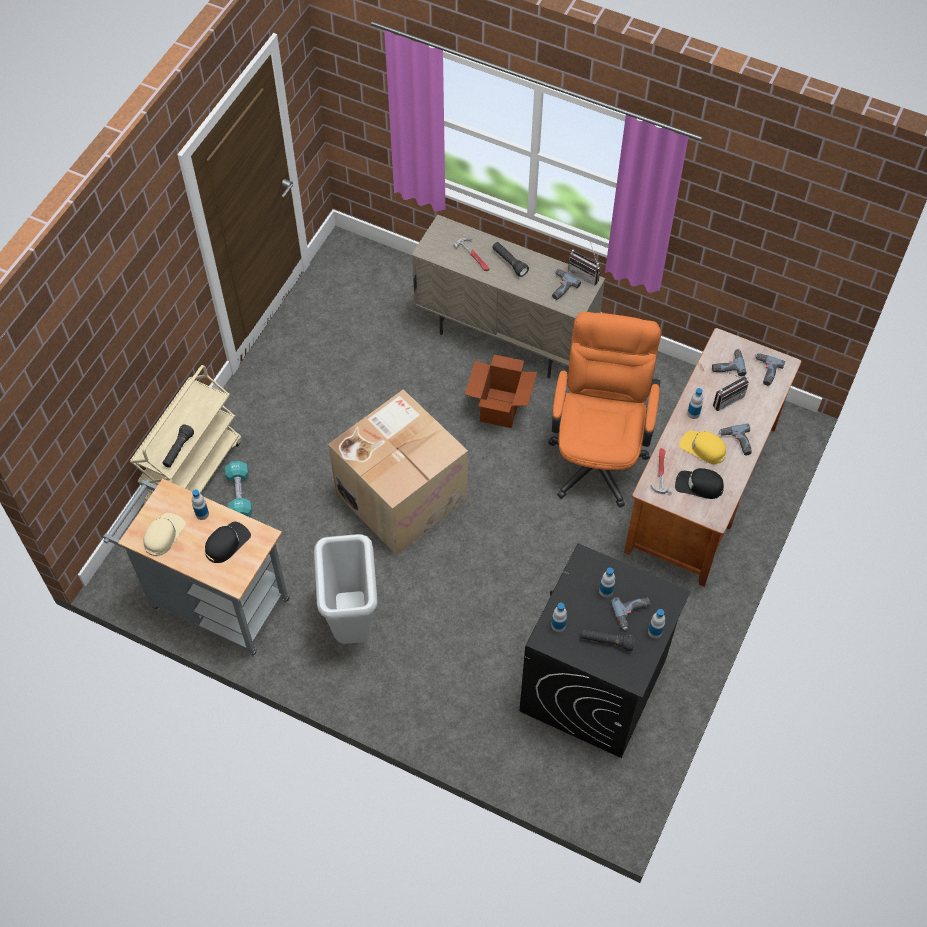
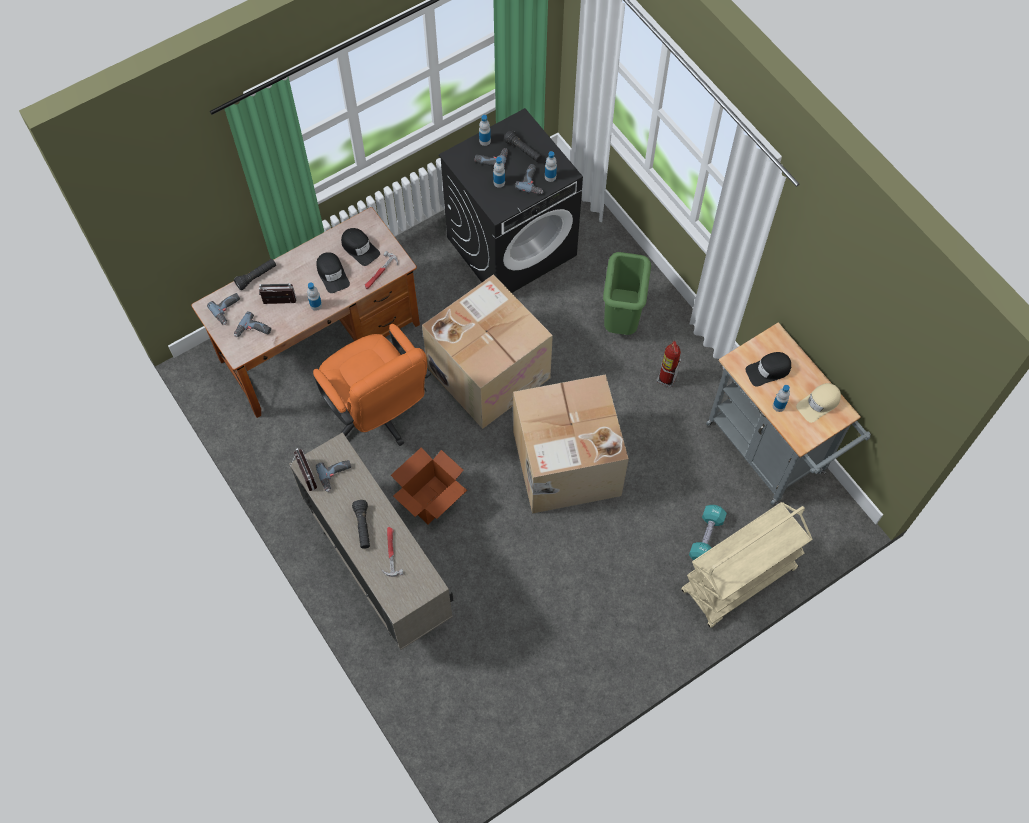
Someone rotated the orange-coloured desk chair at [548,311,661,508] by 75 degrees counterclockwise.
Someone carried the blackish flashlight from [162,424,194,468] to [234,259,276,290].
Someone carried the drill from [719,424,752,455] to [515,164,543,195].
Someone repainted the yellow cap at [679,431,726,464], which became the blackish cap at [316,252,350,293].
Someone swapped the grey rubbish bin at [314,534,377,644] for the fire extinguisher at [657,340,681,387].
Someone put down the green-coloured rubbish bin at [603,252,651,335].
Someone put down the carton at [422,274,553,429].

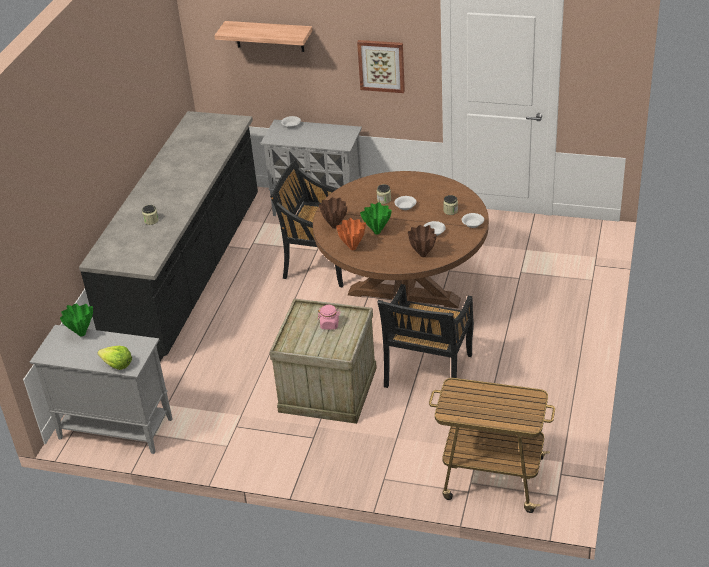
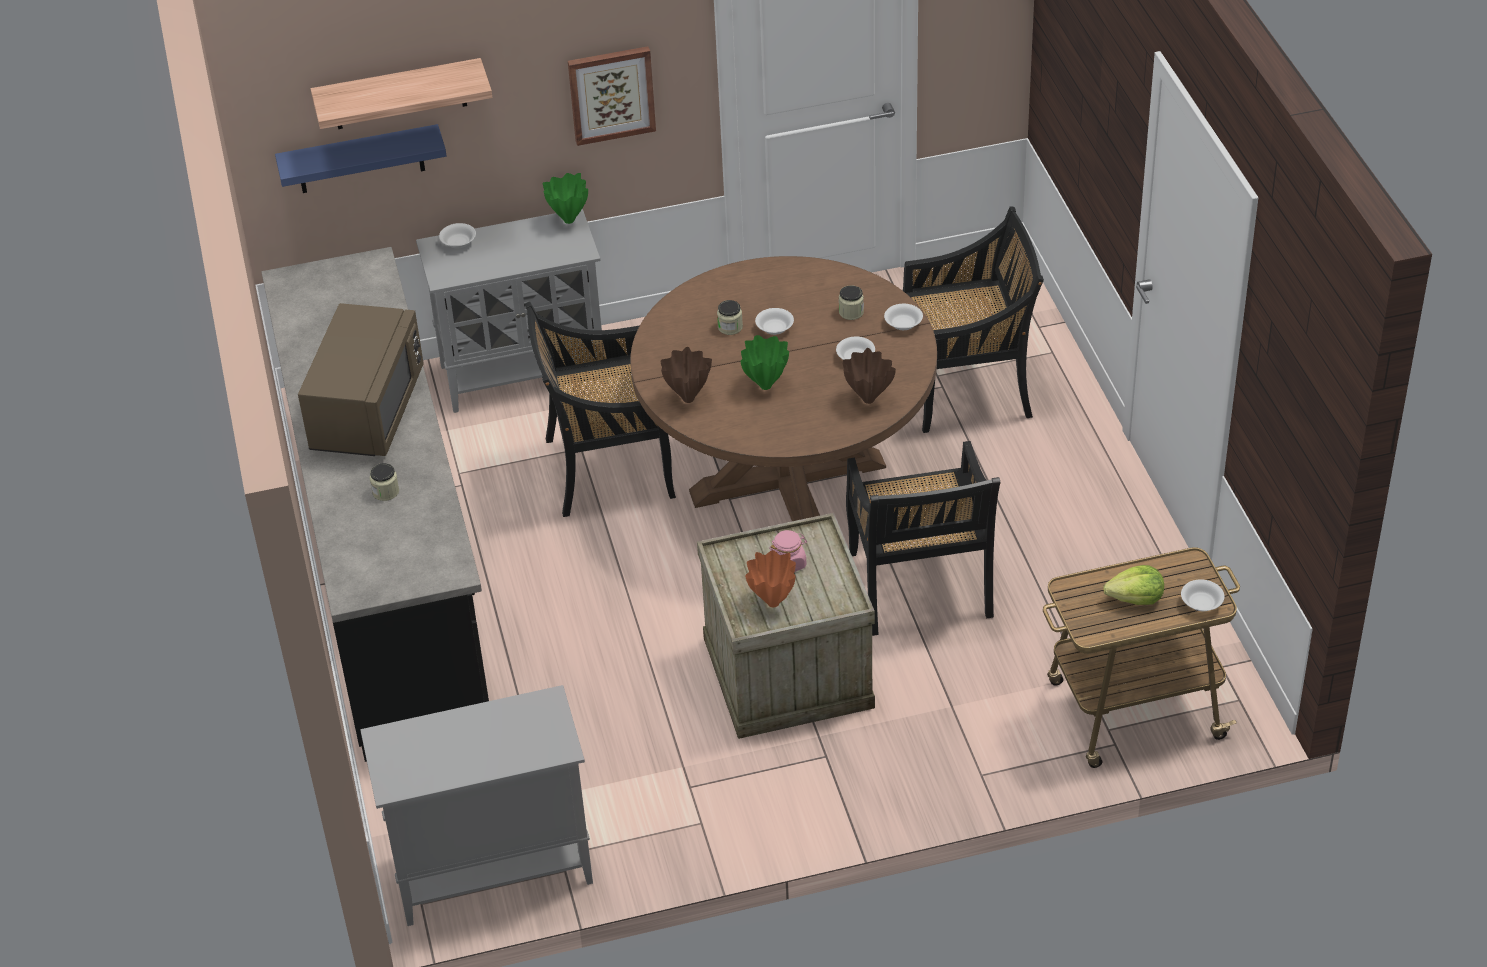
Someone carried the orange-coloured flower vase from [336,218,366,250] to [745,550,796,607].
Someone carried the green-coloured flower vase from [60,303,93,336] to [542,173,588,224].
Someone carried the lettuce head from [97,346,132,370] to [1103,565,1164,605].
Someone put up the bluish bracket shelf at [275,124,447,193].
Someone put down the blackish plain chair at [903,206,1044,433].
Someone put down the brown-coloured microwave oven at [298,303,424,456].
Someone put down the white-coloured deep dish at [1181,579,1224,611].

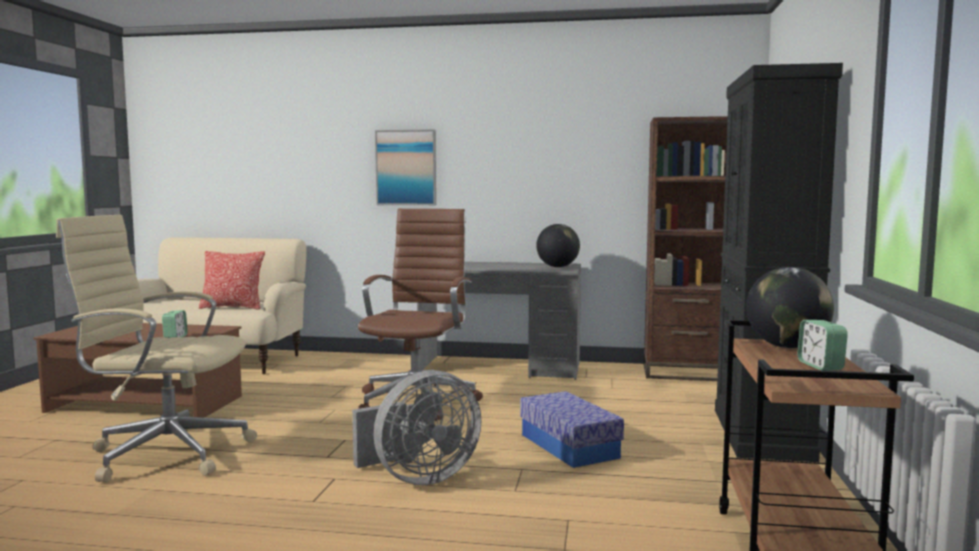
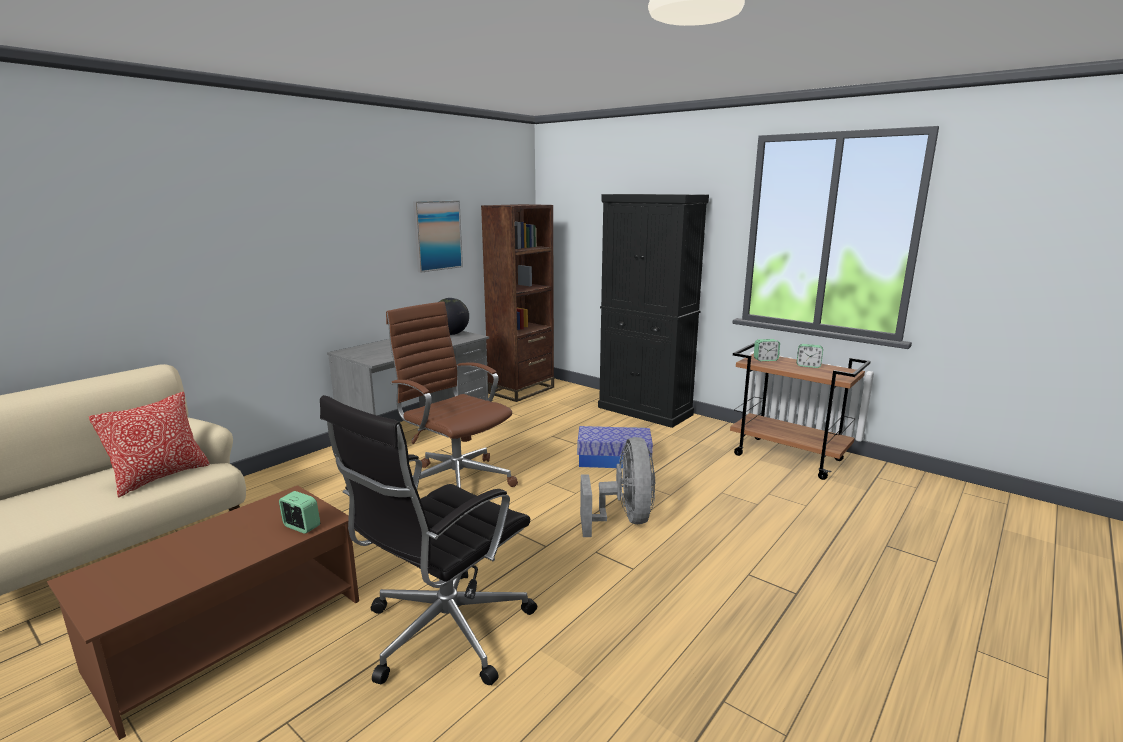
Someone carried the picture from [375,129,436,205] to [413,201,463,273].
Someone repainted the beige desk chair at [56,215,257,482], which became the blackish desk chair at [320,395,537,685].
Someone swapped the globe at [746,267,834,348] for the alarm clock at [754,339,780,361].

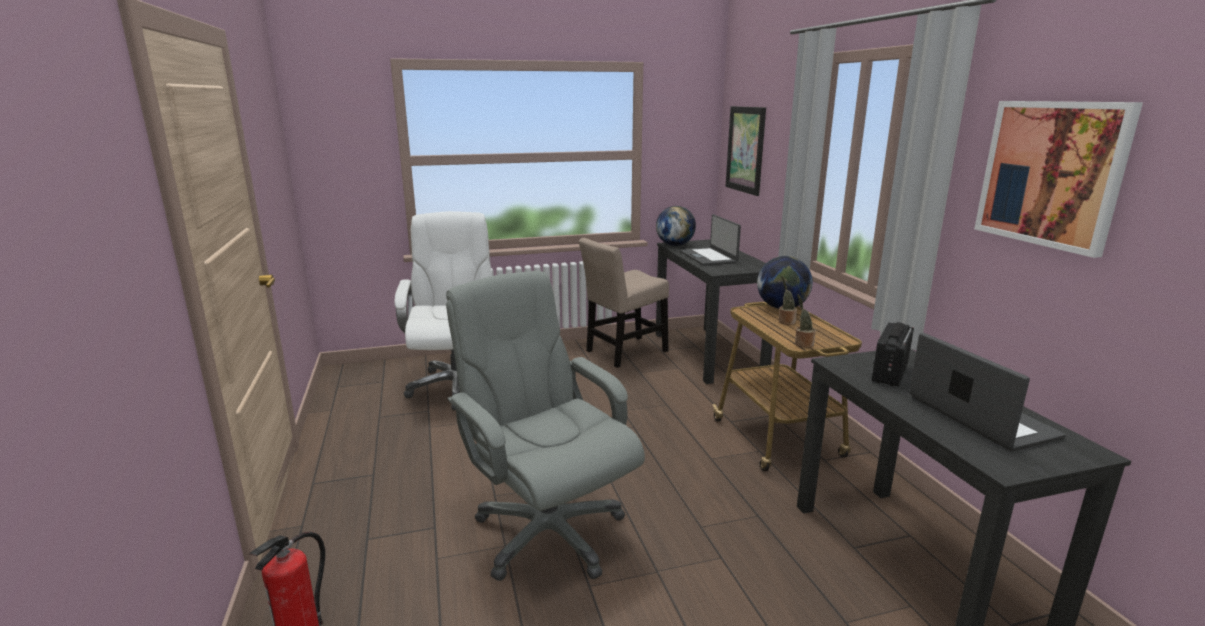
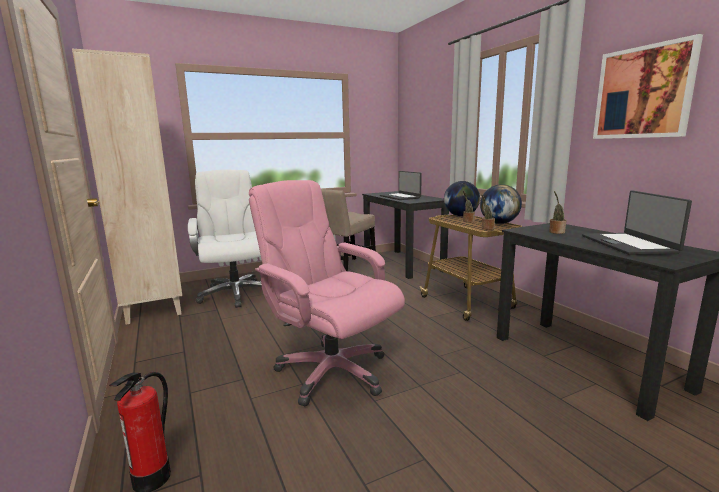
Someone took away the picture at [726,106,766,196].
Someone carried the globe from [656,206,696,246] to [480,184,522,224].
Someone repainted the grey desk chair at [446,271,645,581], which became the pinkish desk chair at [249,180,405,406].
Someone swapped the radio receiver at [871,322,914,386] for the potted plant at [549,191,566,234].
Someone rotated the laptop at [909,333,1066,451] by 150 degrees counterclockwise.
Someone put down the beige bookcase at [72,49,182,325].

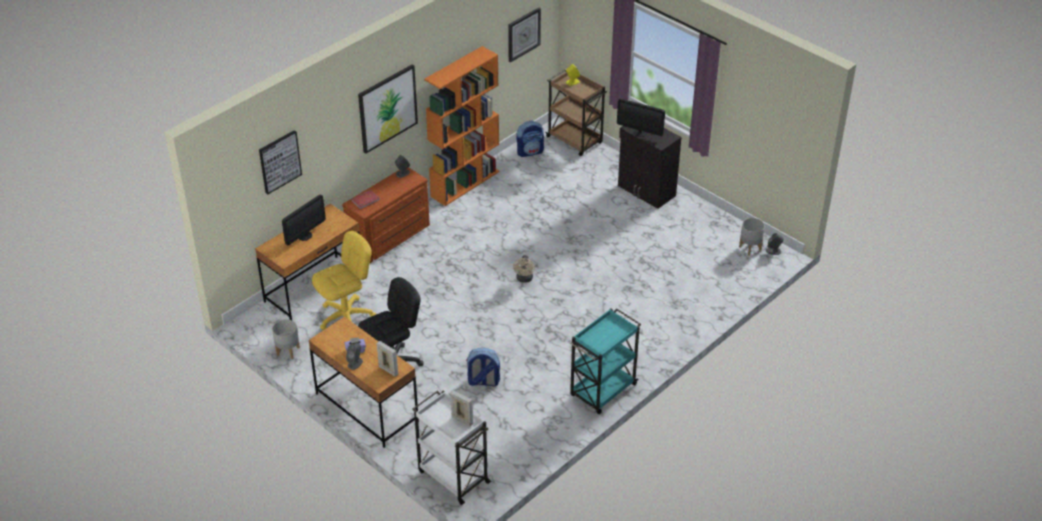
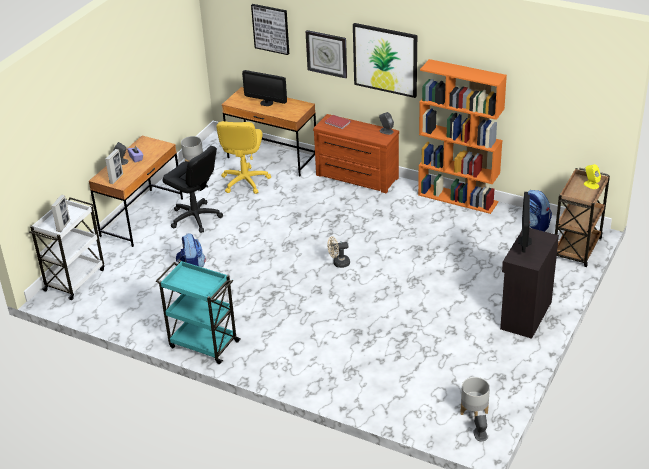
Someone carried the wall clock from [508,8,541,63] to [306,30,347,79].
Someone rotated the yellow desk chair at [312,231,376,330] by 60 degrees clockwise.

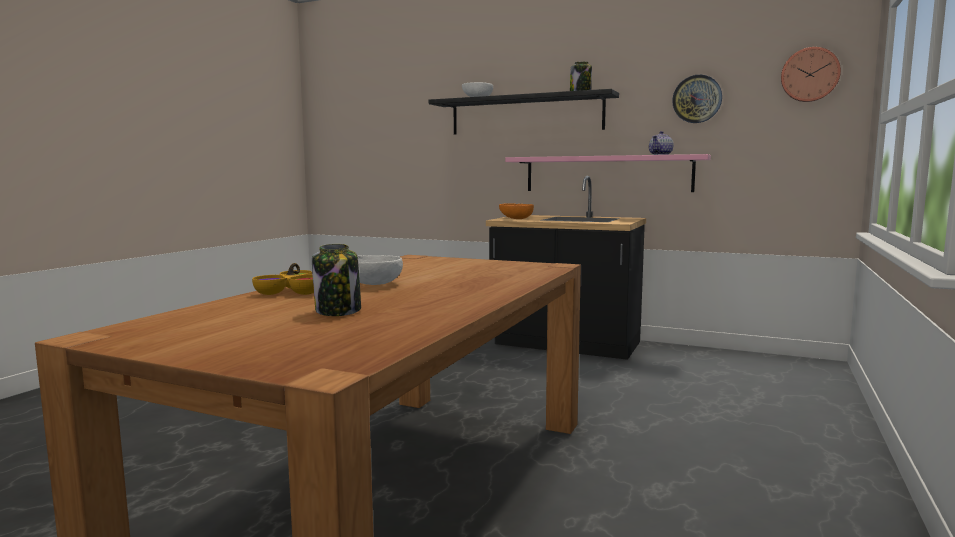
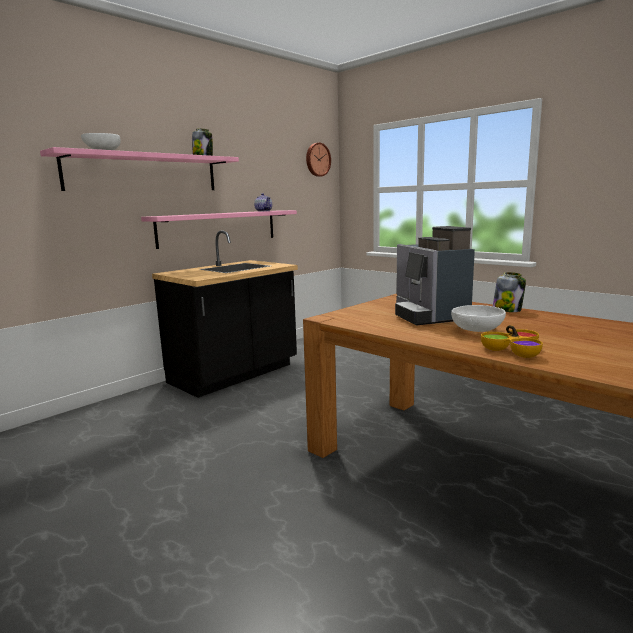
Someone took away the wall clock at [672,75,722,123].
Someone repainted the blackish bracket shelf at [429,89,619,135], which became the pinkish bracket shelf at [40,147,239,191].
Someone took away the orange-coloured deep dish at [499,203,534,219].
Someone carried the storage jar from [312,244,361,316] to [493,272,526,312].
Someone put down the coffee brewer at [395,226,475,325].

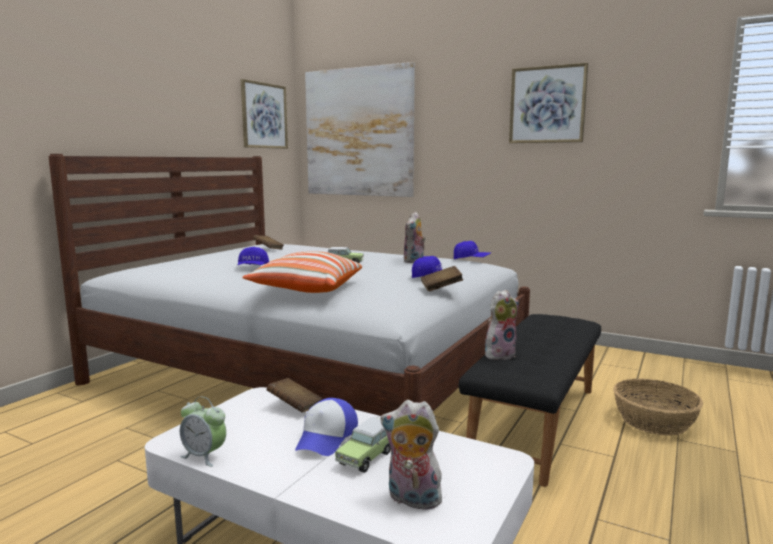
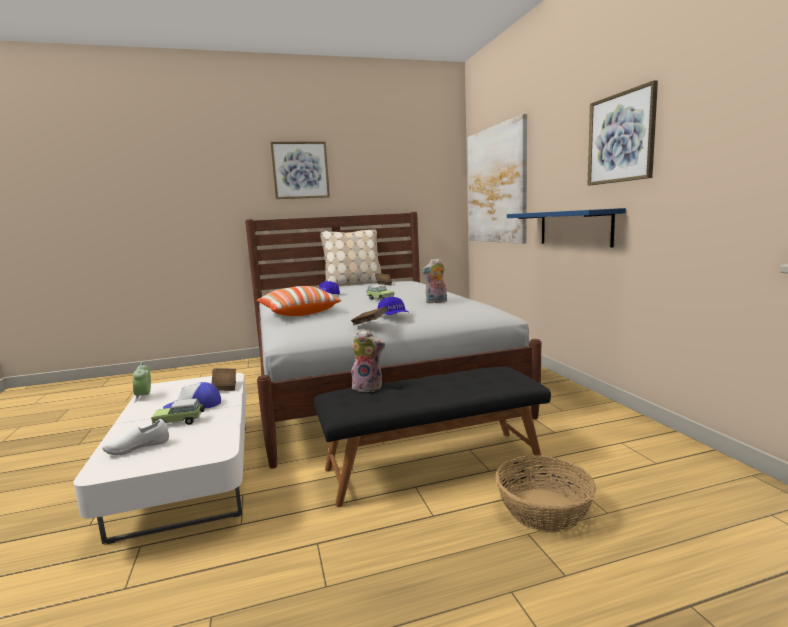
Someone carried the picture from [241,79,288,149] to [270,142,330,199].
Someone took away the bluish cap at [453,241,491,259].
Someone swapped the plush toy at [381,400,446,510] for the white-coloured item of footwear at [102,419,169,455].
Someone put up the bluish bracket shelf at [507,208,626,247].
Someone put down the beige cushion at [319,230,382,286].

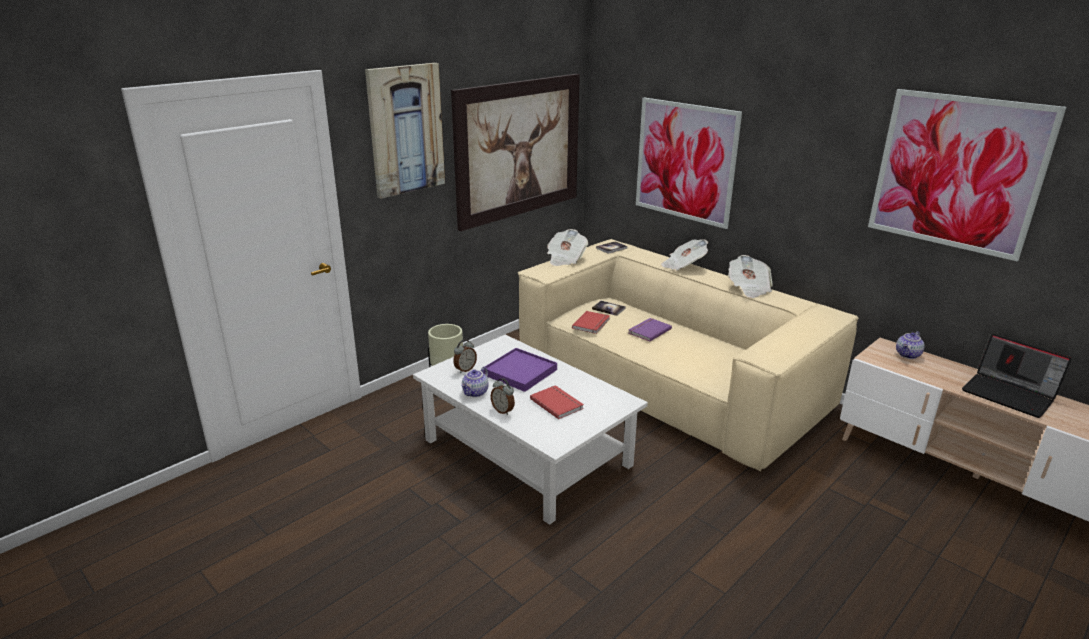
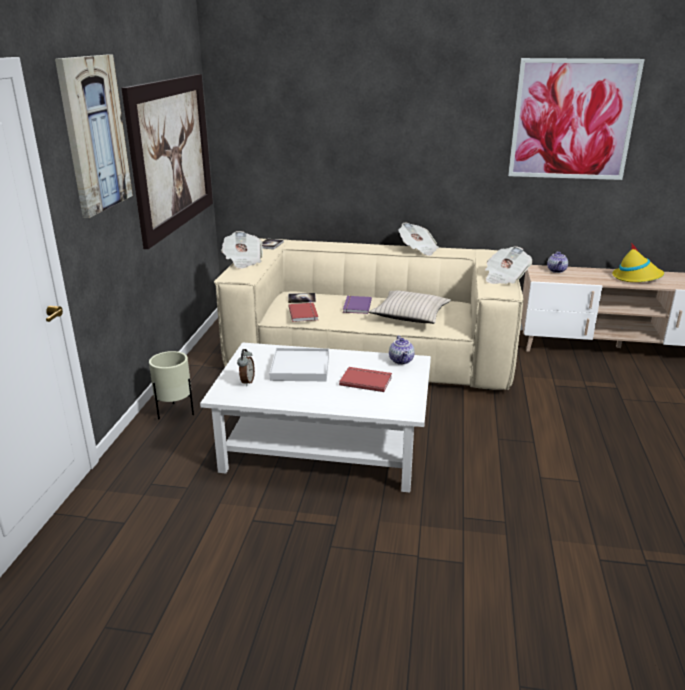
Someone took away the picture at [636,98,742,229].
Someone carried the printed paper from [661,239,709,271] to [485,246,532,284].
Someone swapped the laptop at [962,334,1071,418] for the yellow wearable hat at [612,243,664,282].
Someone repainted the purplish tray at [483,348,557,392], which became the white-coloured tray at [270,348,329,381].
Someone carried the teapot from [461,367,489,397] to [389,335,415,365].
Someone took away the alarm clock at [491,378,515,415].
Someone put down the beige cushion at [369,291,451,324].

